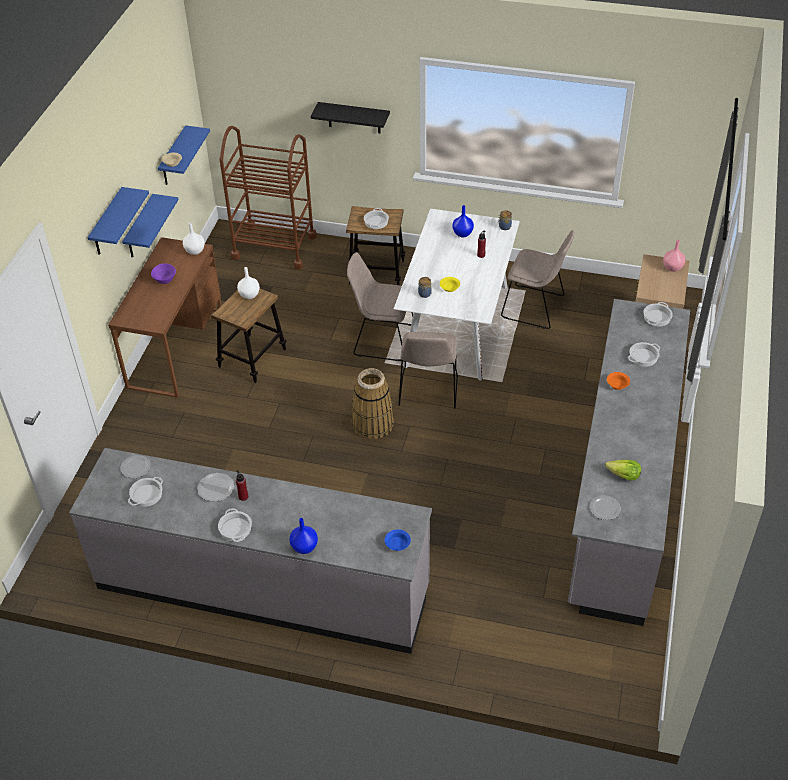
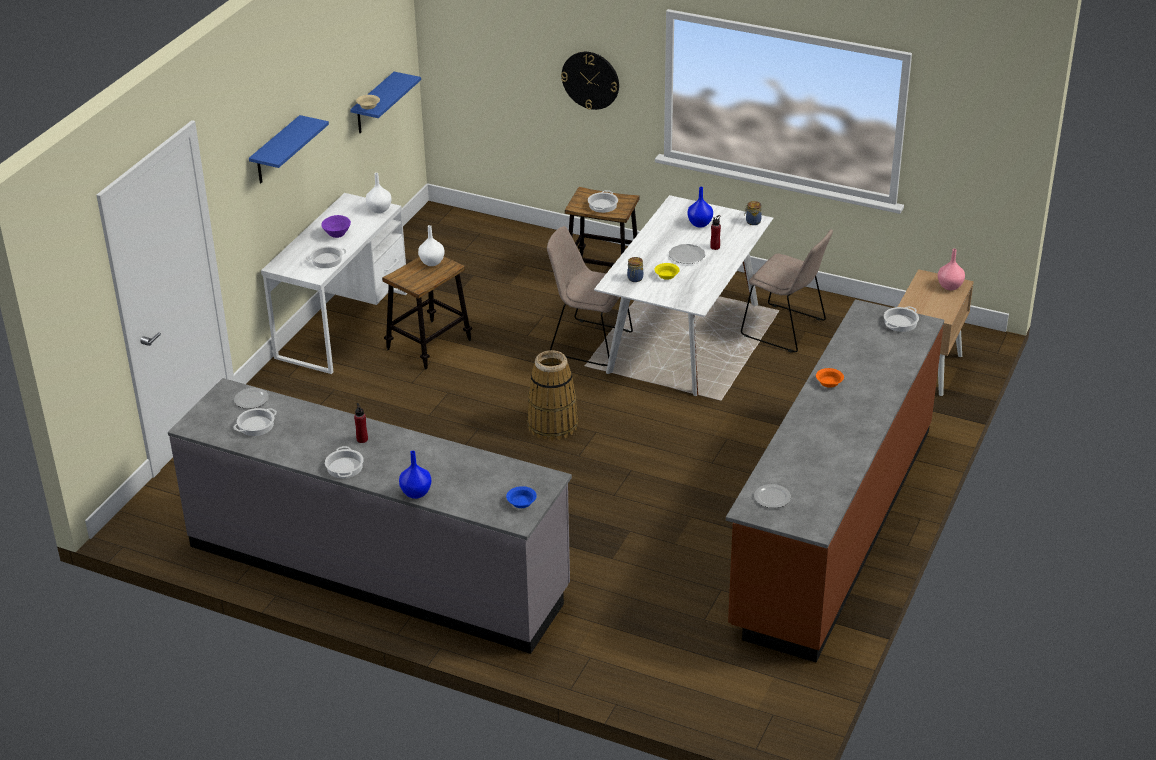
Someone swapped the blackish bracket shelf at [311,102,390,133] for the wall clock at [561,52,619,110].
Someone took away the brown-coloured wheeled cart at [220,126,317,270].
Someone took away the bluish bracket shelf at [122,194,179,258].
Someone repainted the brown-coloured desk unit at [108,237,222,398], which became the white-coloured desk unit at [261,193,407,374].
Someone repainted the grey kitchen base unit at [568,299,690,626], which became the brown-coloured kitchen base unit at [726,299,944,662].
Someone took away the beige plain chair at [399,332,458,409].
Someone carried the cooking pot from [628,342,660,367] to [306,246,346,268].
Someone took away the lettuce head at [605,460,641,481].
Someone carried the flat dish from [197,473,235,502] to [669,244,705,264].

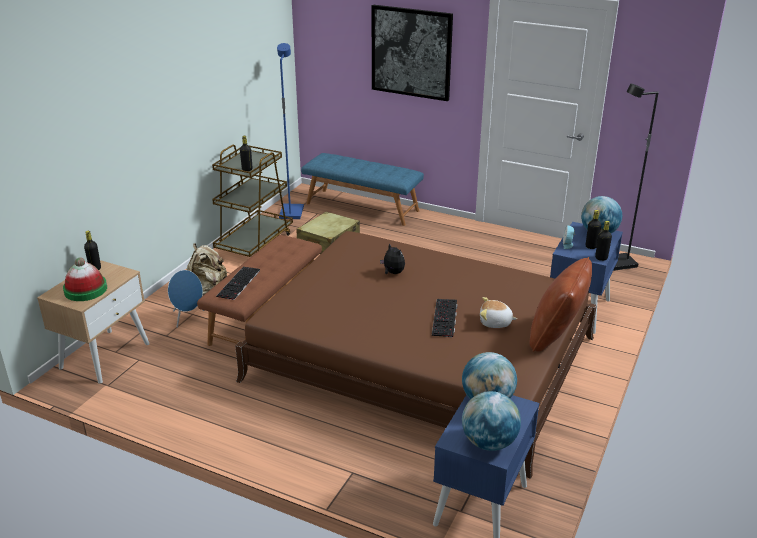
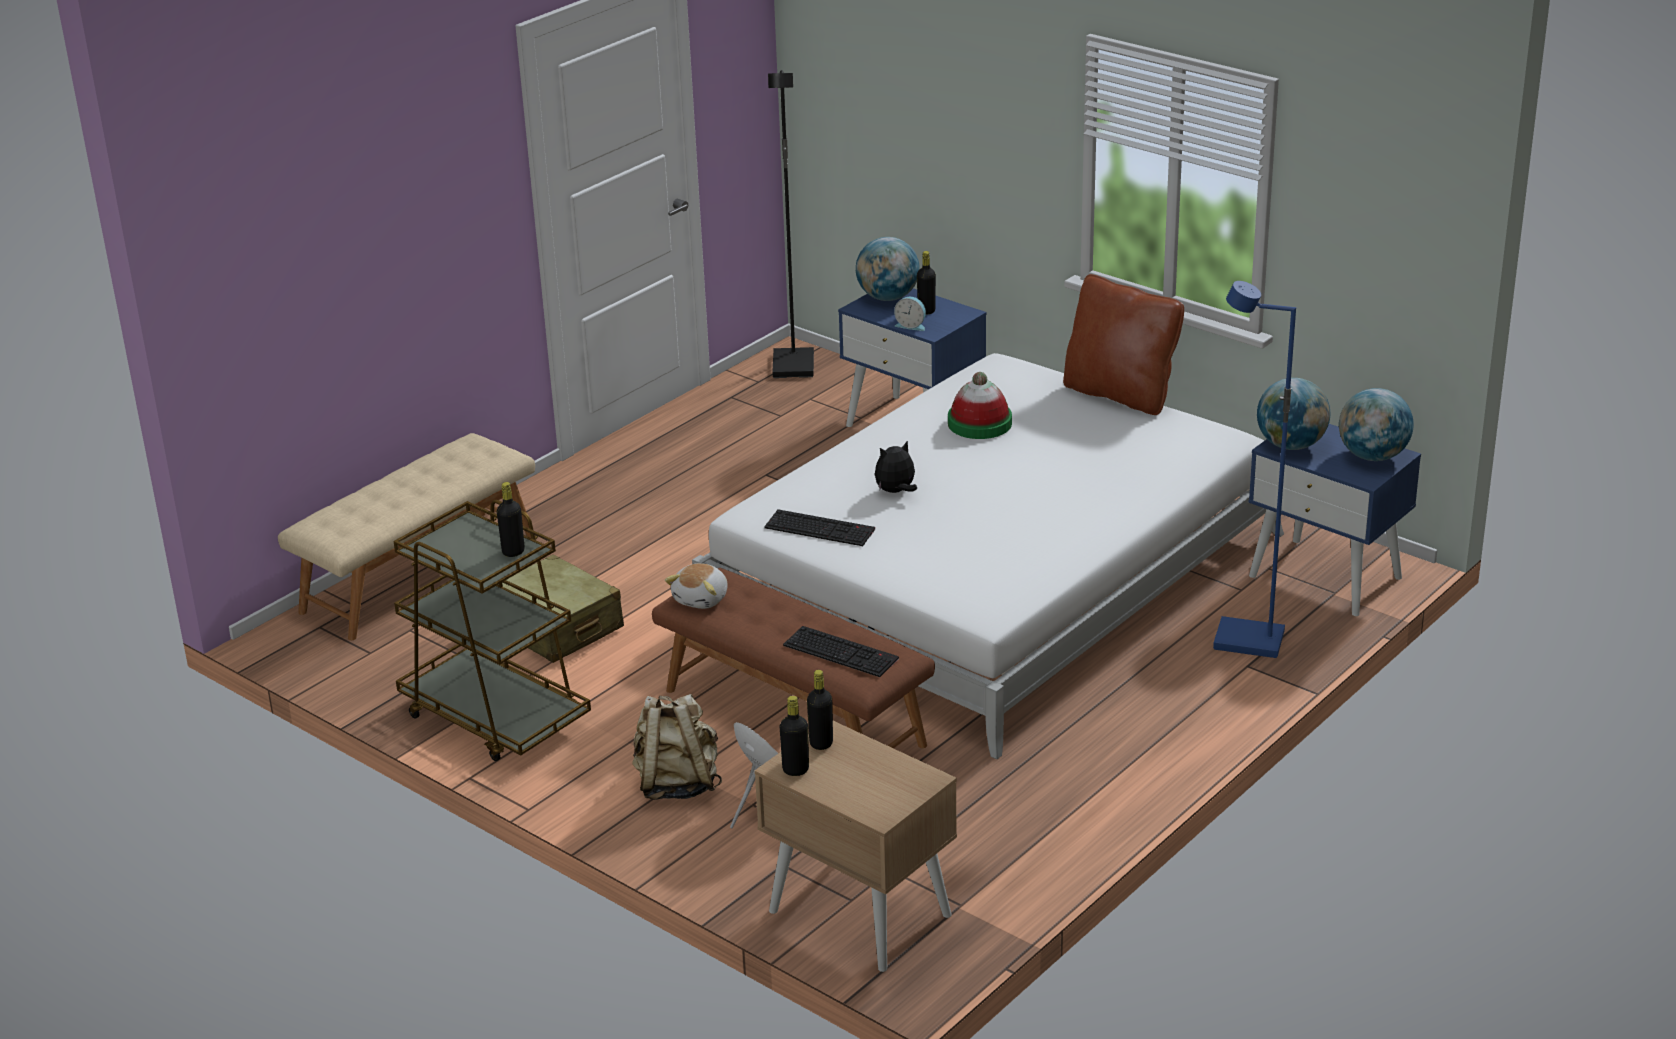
Someone took away the picture at [371,5,453,101].
Someone carried the bluish standing lamp from [277,43,304,219] to [1213,281,1296,658].
Someone repainted the bluish indoor bench at [301,153,424,226], which became the beige indoor bench at [278,433,535,640].
Someone carried the blackish drink bottle from [595,221,612,261] to [807,670,833,750].
Someone repainted the brown-coloured bedroom bed at [235,231,597,479], which became the white-coloured bedroom bed at [692,353,1284,759].
Someone carried the wearable hat from [63,258,107,301] to [948,372,1012,439].
Someone carried the plush toy from [480,297,517,328] to [665,563,728,609].
Someone carried the keyboard from [432,299,457,337] to [764,509,875,546].

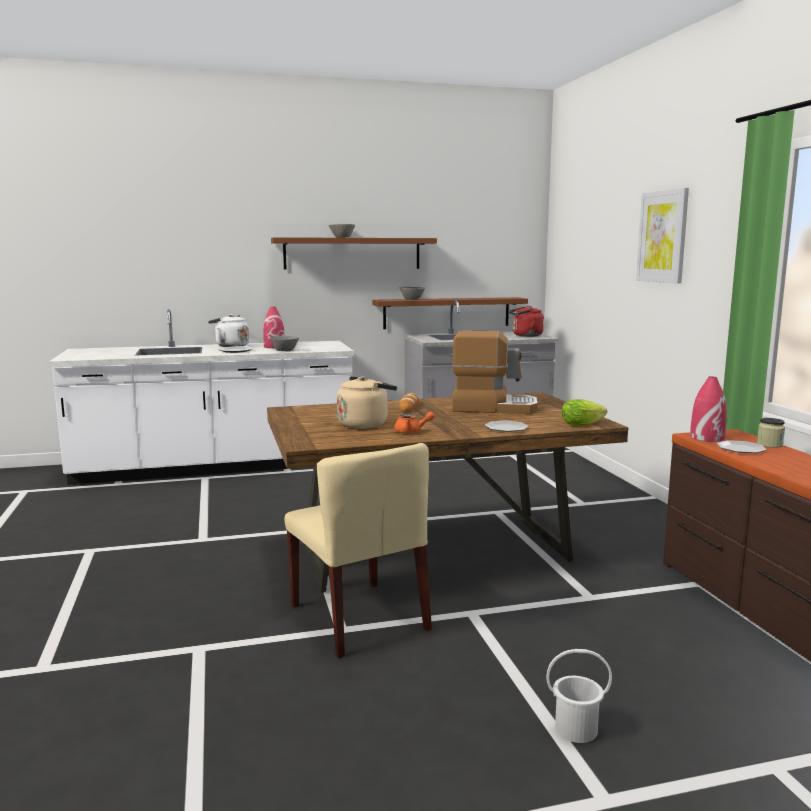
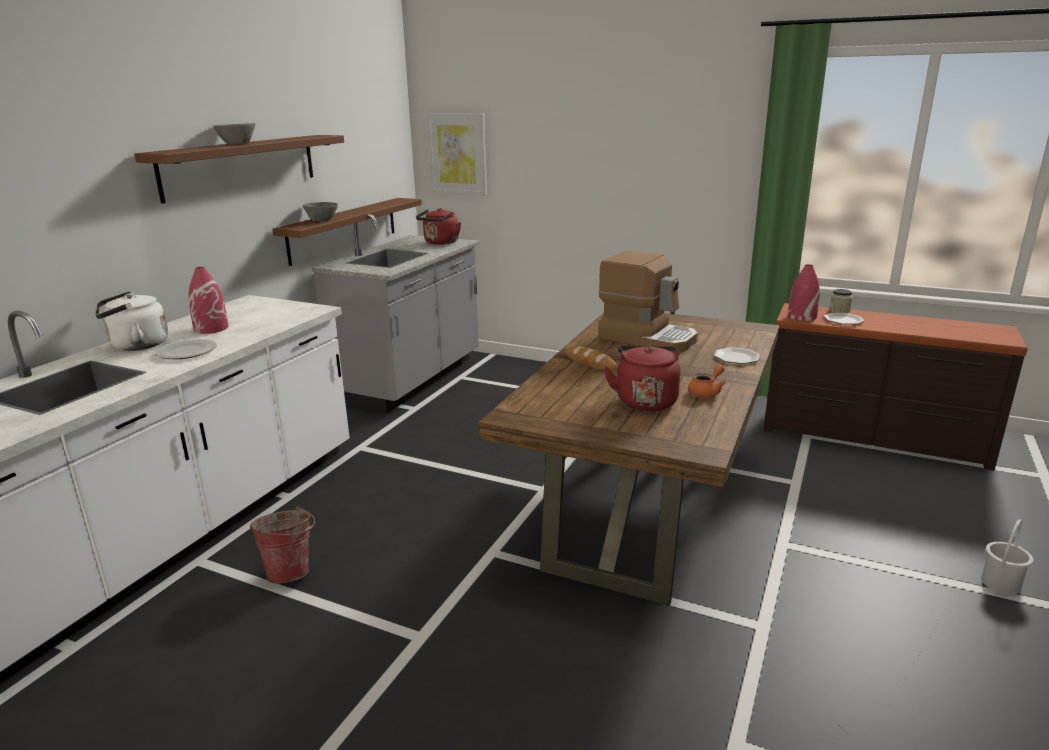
Someone carried the picture from [636,188,689,283] to [426,113,487,196].
Someone rotated the coffee brewer at [452,330,538,414] by 75 degrees clockwise.
Someone took away the grey deep dish at [270,336,299,351].
Someone repainted the beige water kettle at [337,376,397,429], which became the red water kettle at [604,346,680,411].
Someone took away the lettuce head at [562,399,607,426].
Someone took away the beige plain chair at [285,443,432,658].
Someone put down the water bucket at [250,506,315,584].

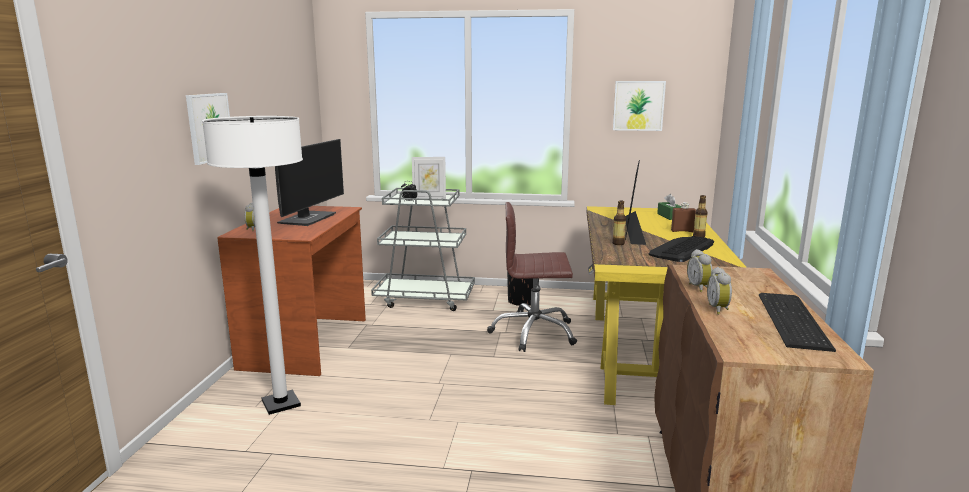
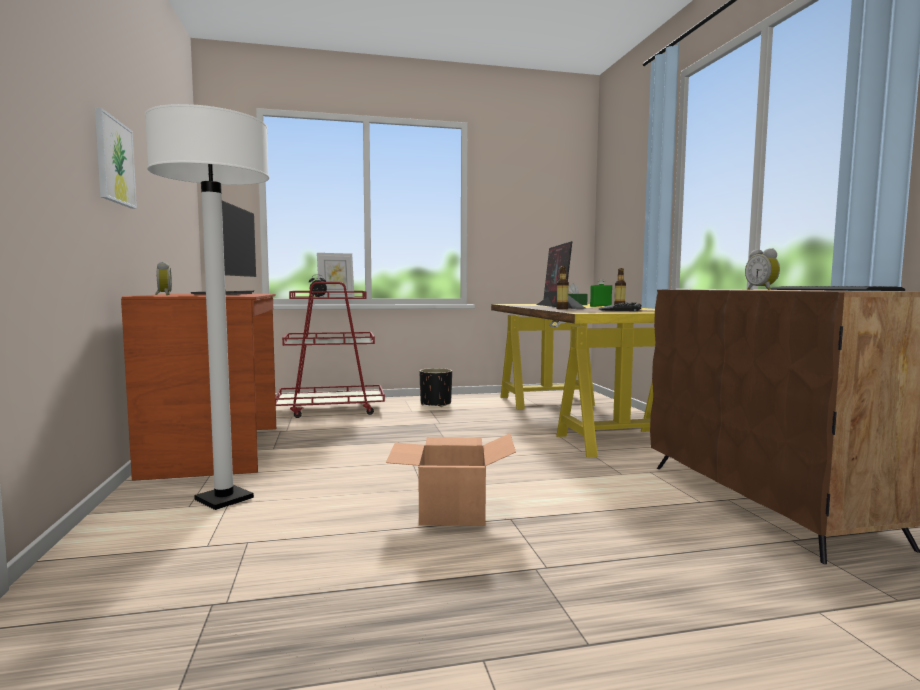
Someone took away the picture at [613,81,666,131].
Someone repainted the grey wheeled cart at [371,188,475,311], which became the red wheeled cart at [275,282,385,418].
Someone took away the brown-coloured desk chair at [487,202,577,352].
Someone repainted the brown-coloured drink bottle at [671,202,696,232], which became the green-coloured drink bottle at [590,279,612,307].
Someone took away the alarm clock at [687,249,713,292].
Someone put down the carton at [386,433,516,526].

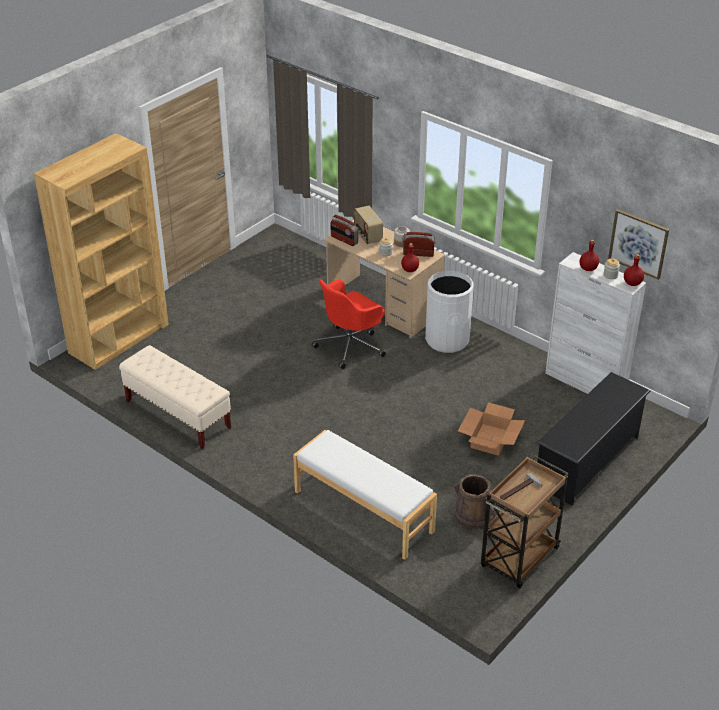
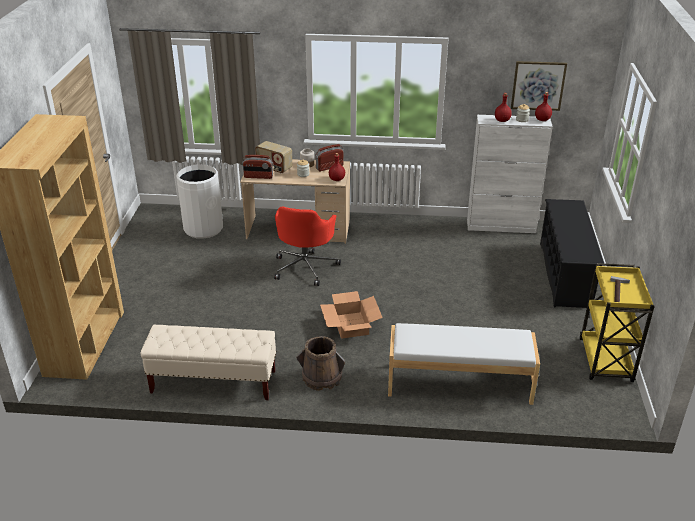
Someone carried the white-coloured rubbish bin from [425,271,474,353] to [176,164,223,239].
Someone carried the carton from [458,402,525,456] to [320,291,383,339].
Someone repainted the brown-coloured wheeled cart at [481,455,569,588], which became the yellow wheeled cart at [579,263,655,382].
Someone carried the brown-coloured water bucket from [454,474,495,530] to [296,336,345,391].

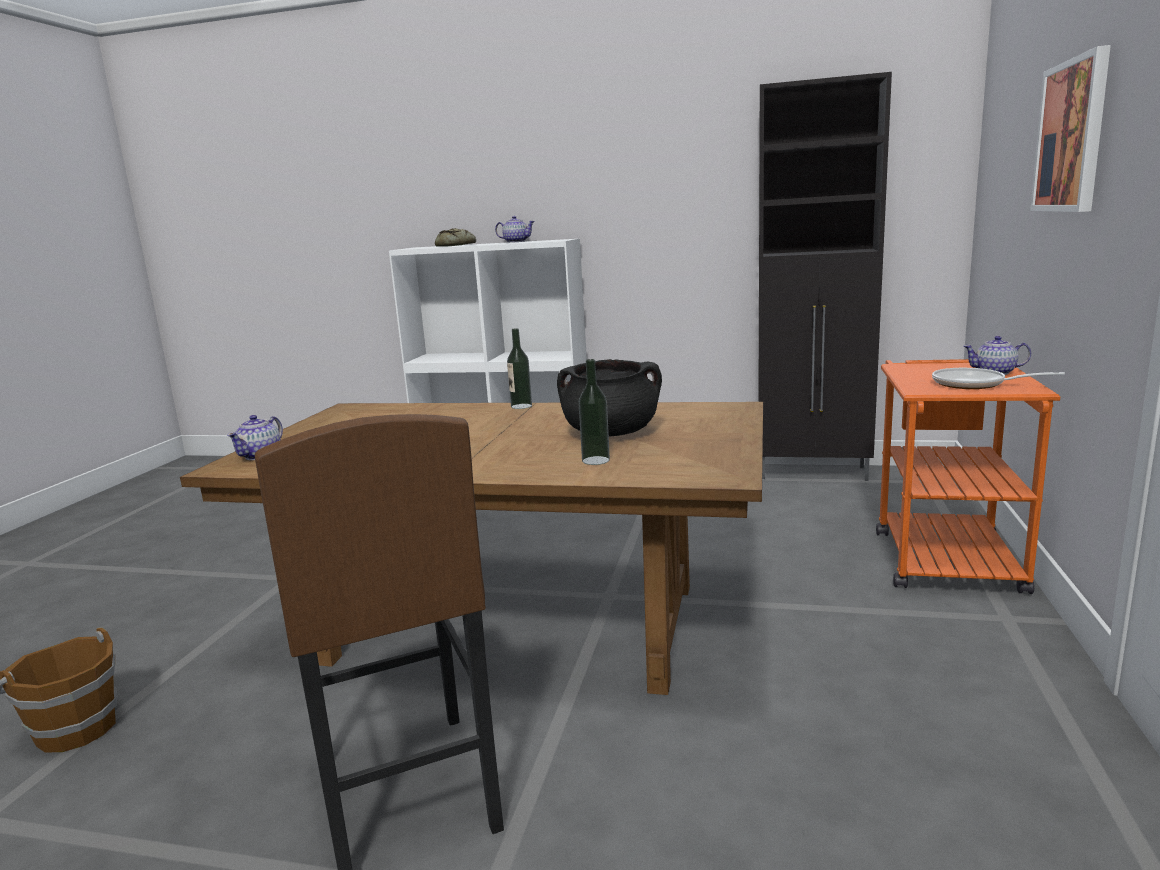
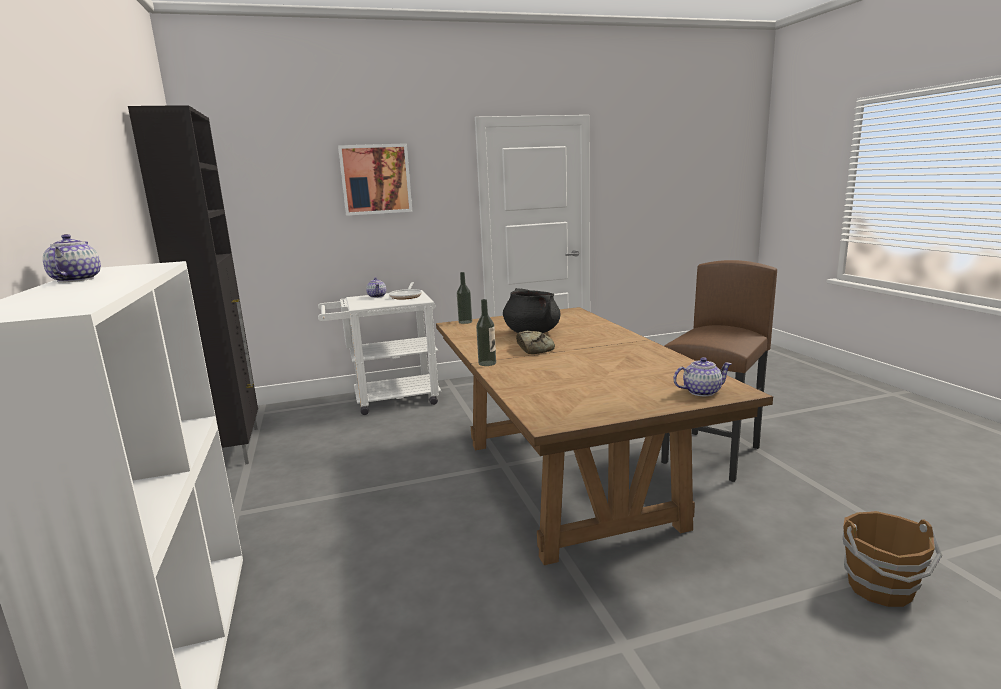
Someone carried the bakery bread from [435,228,476,246] to [516,331,555,354].
Someone carried the drink bottle from [578,359,610,465] to [457,272,472,324].
Someone repainted the orange-coloured wheeled cart at [876,359,1060,594], which became the white-coloured wheeled cart at [318,290,441,415].

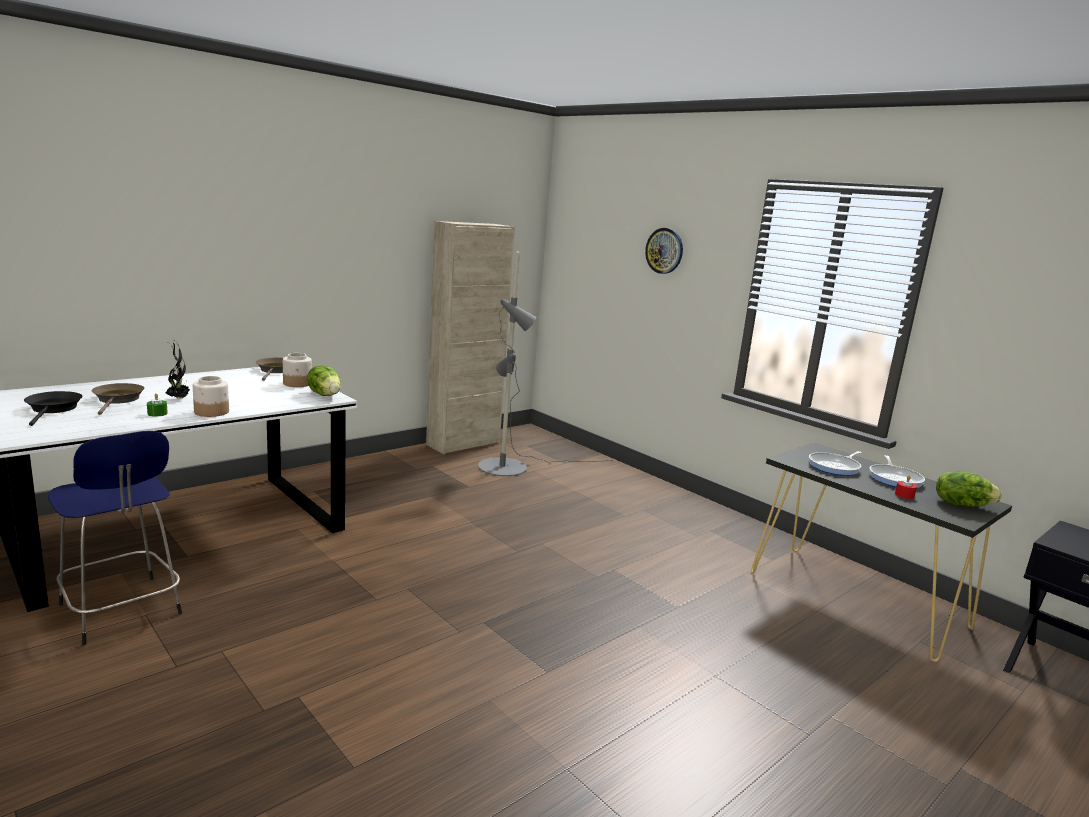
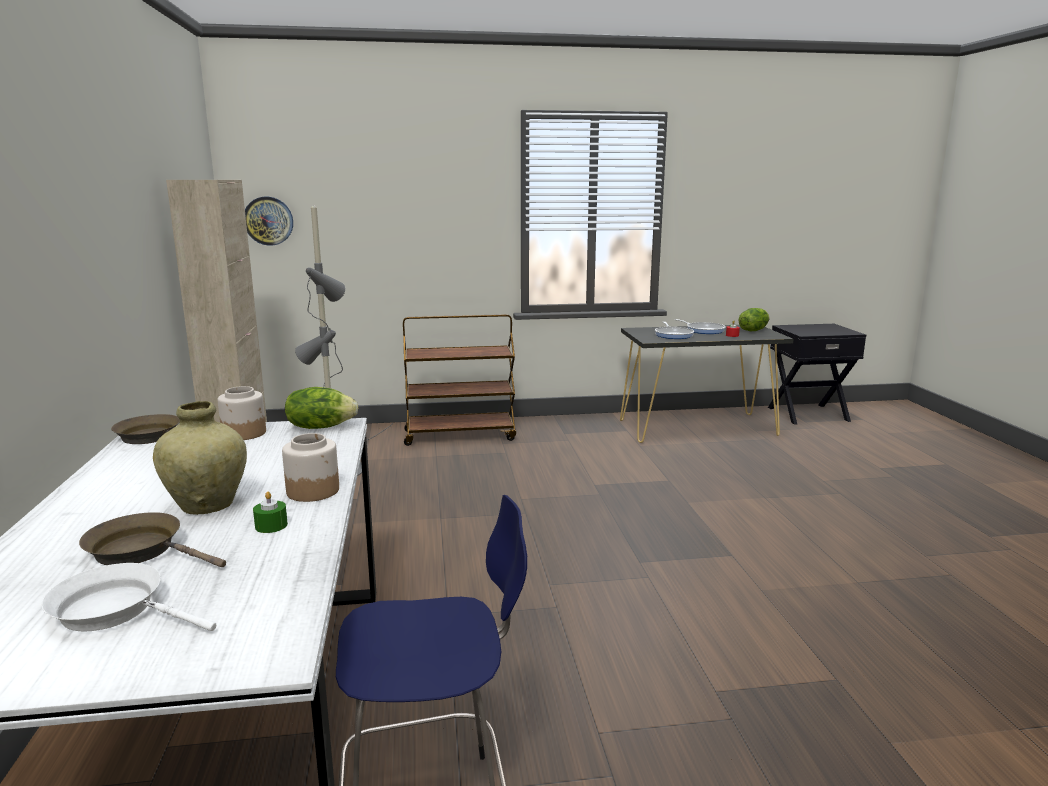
Someone carried the wall clock from [645,228,683,274] to [245,197,293,246].
Someone swapped the potted plant at [166,341,190,399] for the beige flower vase at [153,401,247,515].
Someone repainted the blackish frying pan at [24,391,83,426], which became the white-coloured frying pan at [42,563,216,631].
Someone put down the brown-coloured wheeled cart at [403,314,516,446].

